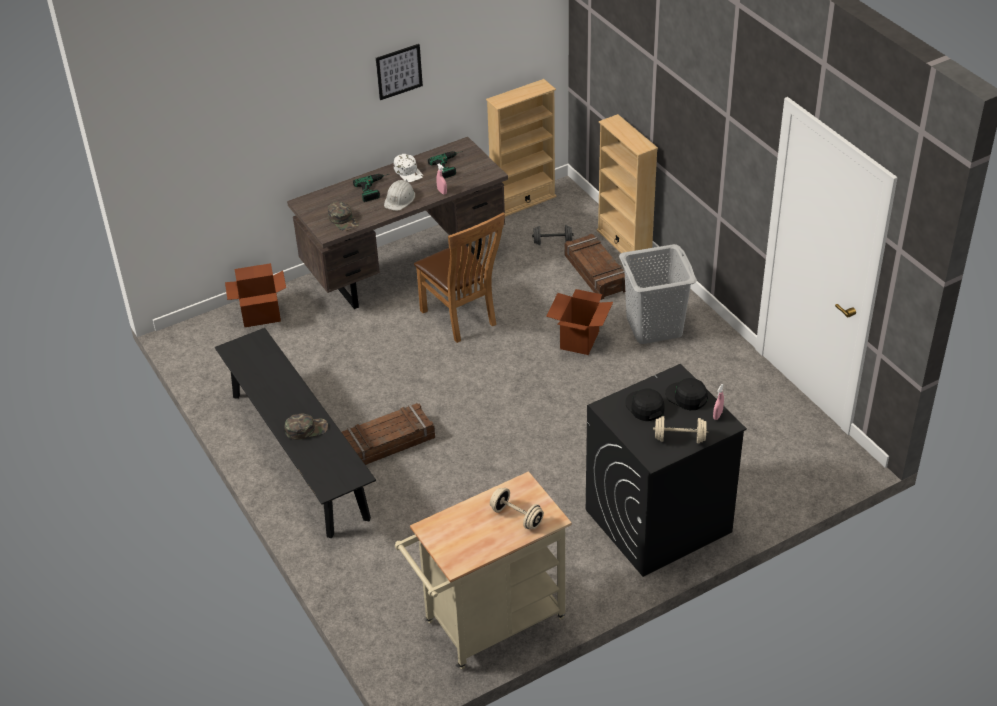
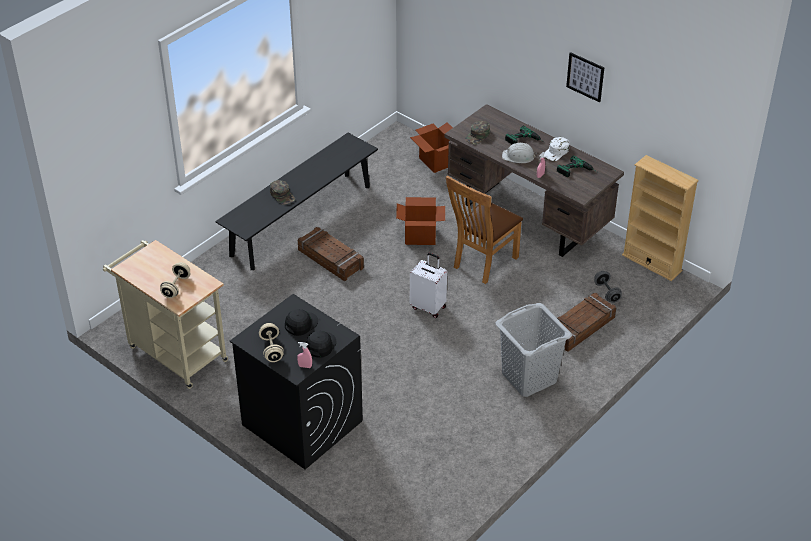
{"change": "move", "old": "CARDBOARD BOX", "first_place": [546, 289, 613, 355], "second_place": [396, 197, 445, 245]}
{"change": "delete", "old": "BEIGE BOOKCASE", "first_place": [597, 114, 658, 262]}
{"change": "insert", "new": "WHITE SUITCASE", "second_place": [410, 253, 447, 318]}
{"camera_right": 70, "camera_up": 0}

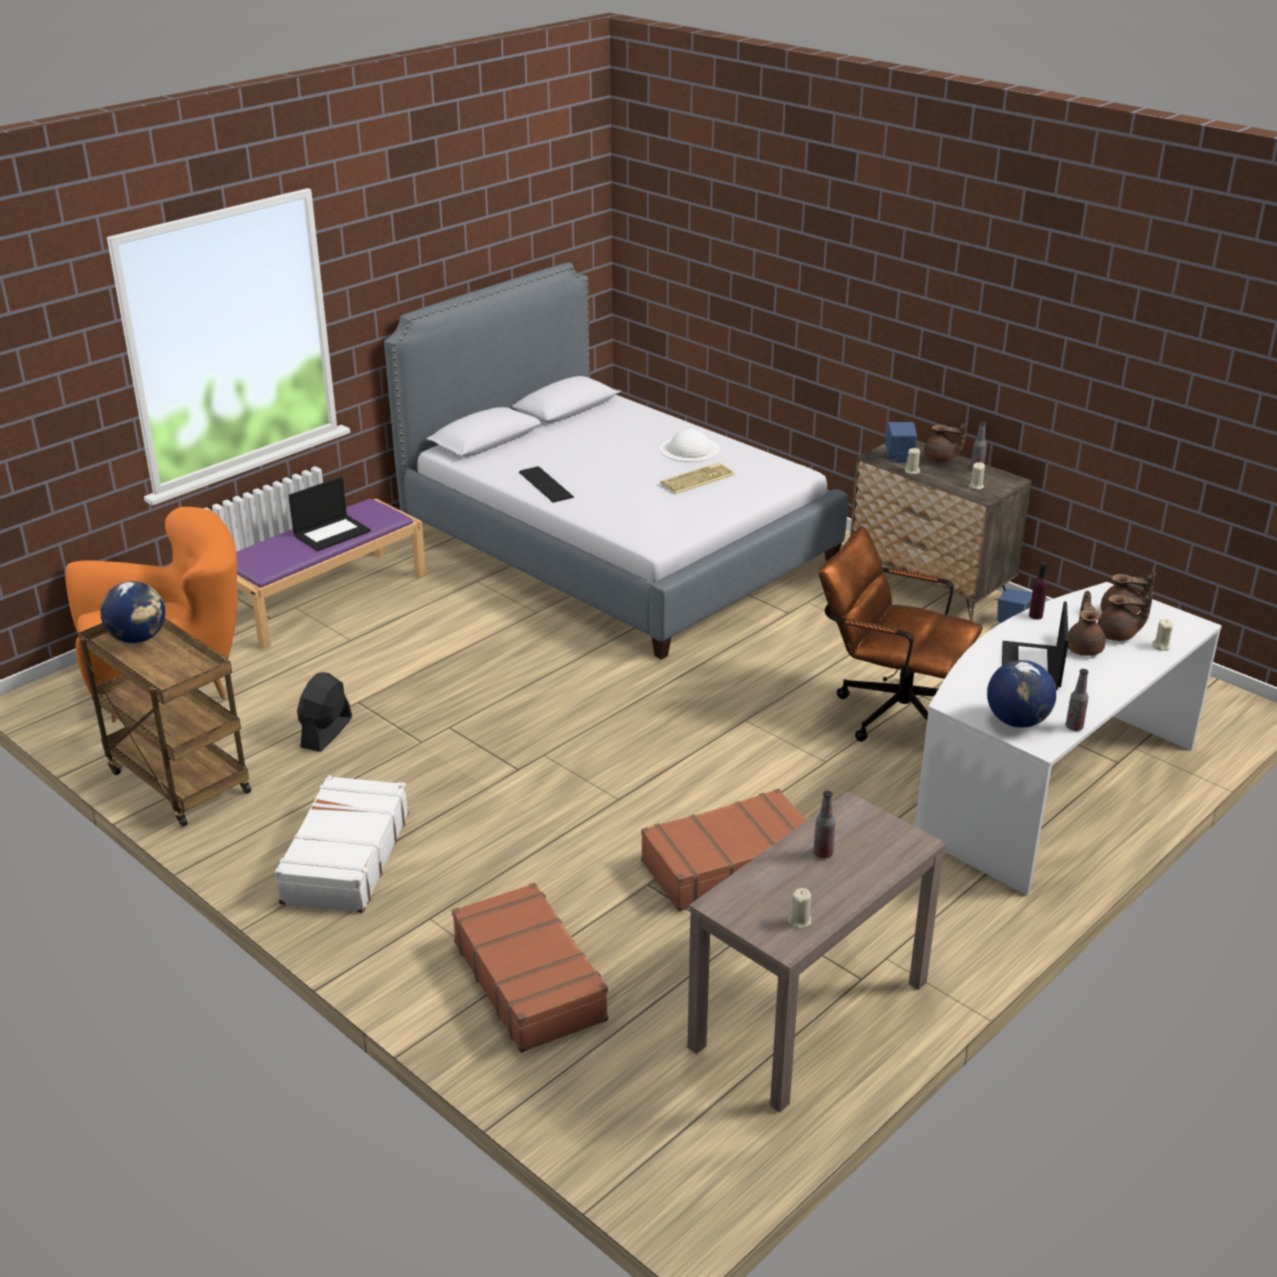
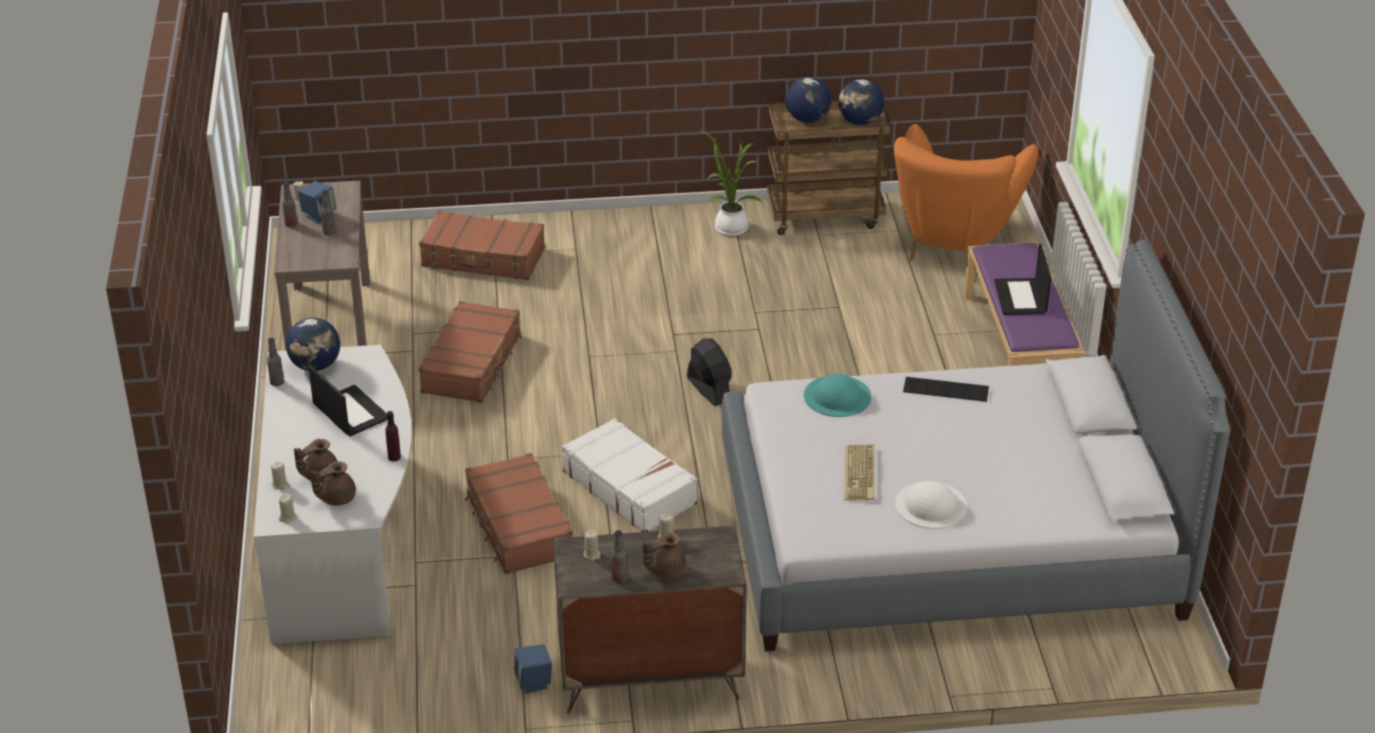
{"change": "move", "old": "WHITE SUITCASE", "first_place": [275, 775, 409, 913], "second_place": [562, 418, 697, 532]}
{"change": "move", "old": "BLACK FAN", "first_place": [297, 672, 352, 752], "second_place": [687, 338, 732, 406]}
{"change": "replace", "old": "BROWN OFFICE CHAIR", "new": "BROWN SUITCASE", "first_place": [819, 526, 983, 742], "second_place": [465, 453, 573, 574]}
{"change": "move", "old": "BLUE SPEAKER", "first_place": [885, 422, 917, 463], "second_place": [298, 181, 336, 223]}
{"change": "delete", "old": "BROWN TEAPOT", "first_place": [1068, 591, 1105, 656]}
{"change": "insert", "new": "BEIGE CANDLE", "second_place": [279, 494, 296, 523]}
{"change": "insert", "new": "BOTTLE", "second_place": [282, 182, 298, 227]}
{"change": "insert", "new": "POTTED PLANT", "second_place": [699, 130, 762, 236]}
{"change": "insert", "new": "GLOBE", "second_place": [786, 77, 832, 123]}
{"change": "insert", "new": "TURQUOISE HAT", "second_place": [804, 374, 872, 417]}
{"camera_right": 130, "camera_up": 5}

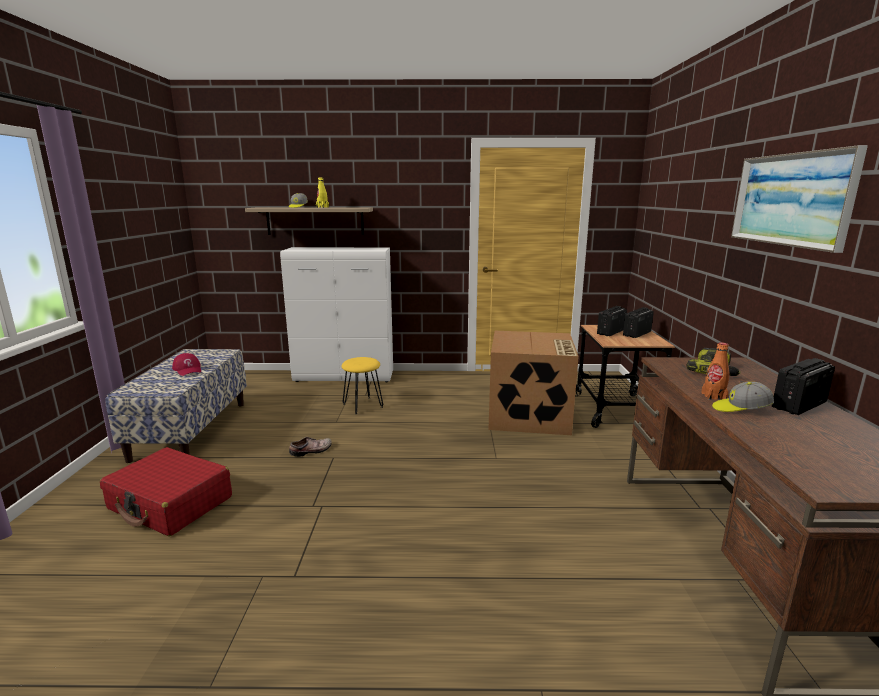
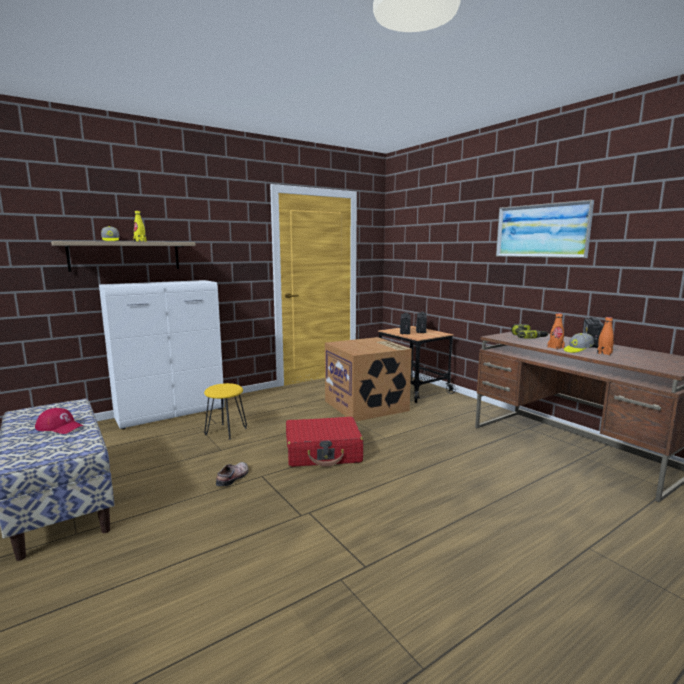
{"change": "move", "old": "RED SUITCASE", "first_place": [100, 447, 232, 536], "second_place": [286, 417, 363, 467]}
{"change": "insert", "new": "ORANGE BOTTLE", "second_place": [597, 317, 614, 355]}
{"camera_right": -35, "camera_up": -5}

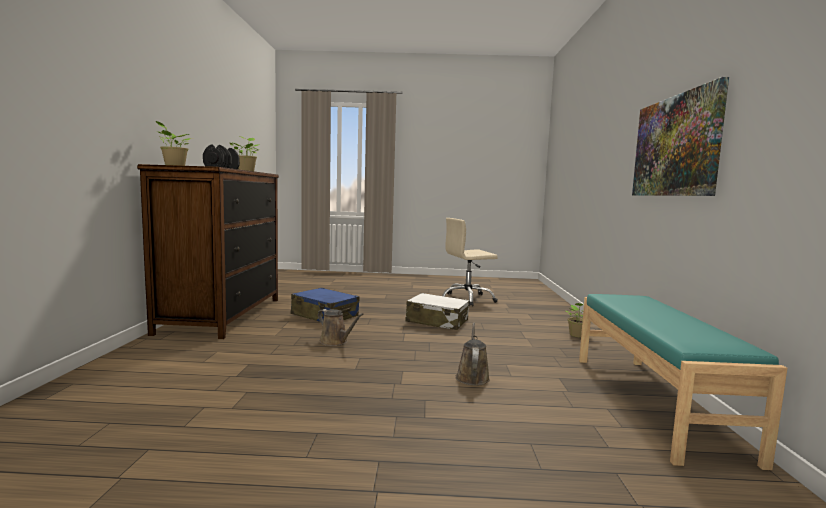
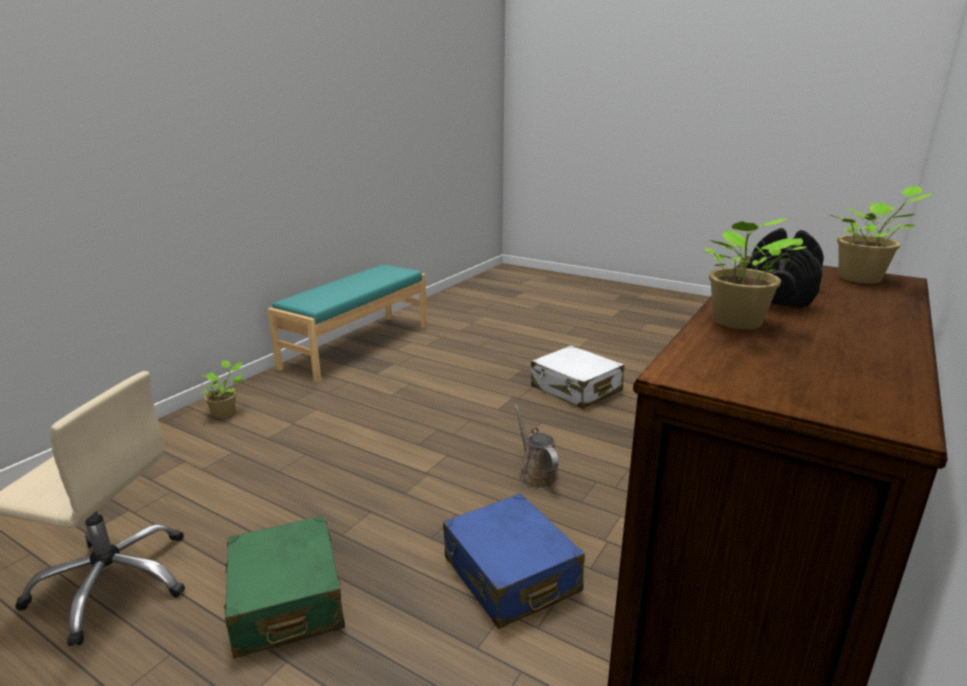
{"change": "move", "old": "WHITE SUITCASE", "first_place": [406, 293, 470, 330], "second_place": [531, 346, 624, 409]}
{"change": "delete", "old": "BROWN WATERING CAN", "first_place": [455, 322, 490, 386]}
{"change": "delete", "old": "PICTURE", "first_place": [632, 77, 729, 196]}
{"change": "insert", "new": "GREEN SUITCASE", "second_place": [224, 515, 345, 658]}
{"camera_right": -150, "camera_up": 15}

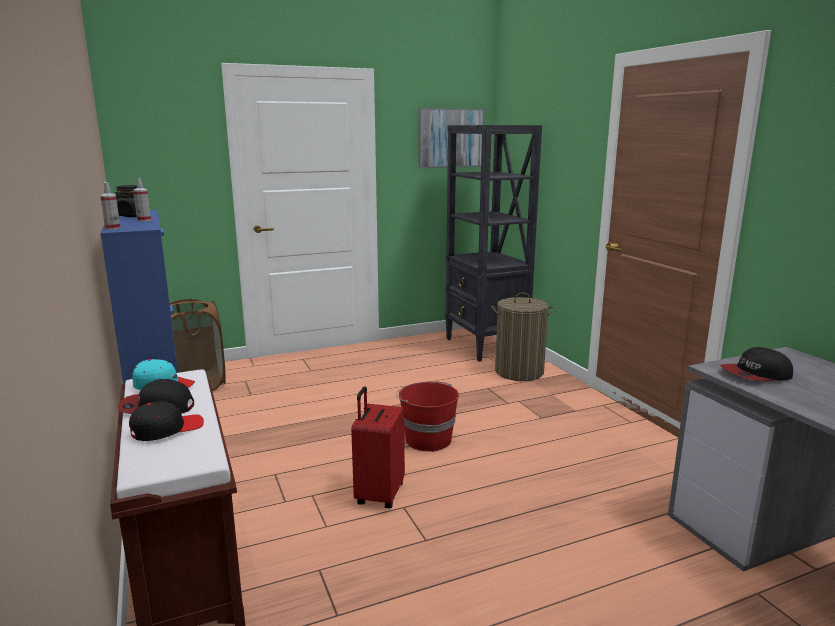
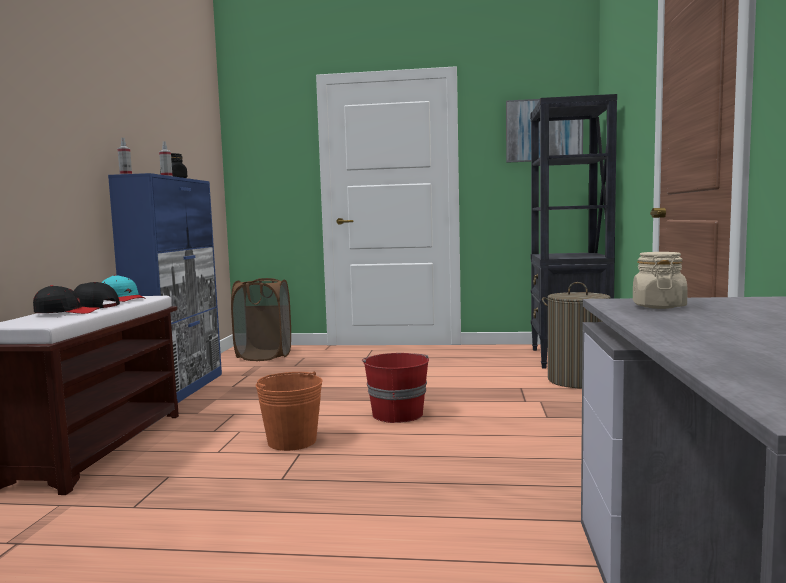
{"change": "replace", "old": "RED SUITCASE", "new": "ORANGE BUCKET", "first_place": [351, 387, 405, 508], "second_place": [255, 371, 323, 451]}
{"change": "replace", "old": "CAP", "new": "BEIGE JAR", "first_place": [720, 347, 793, 381], "second_place": [633, 252, 687, 309]}
{"camera_right": 30, "camera_up": -10}

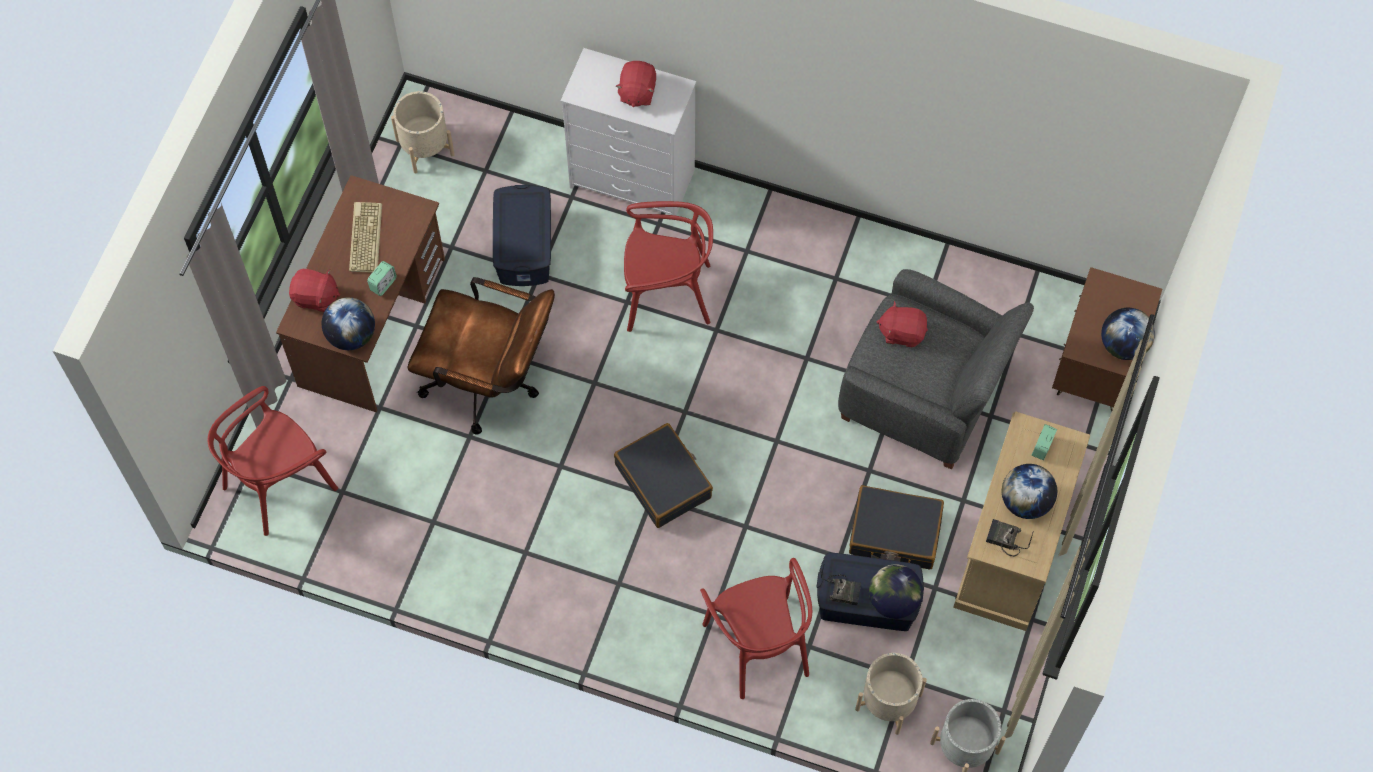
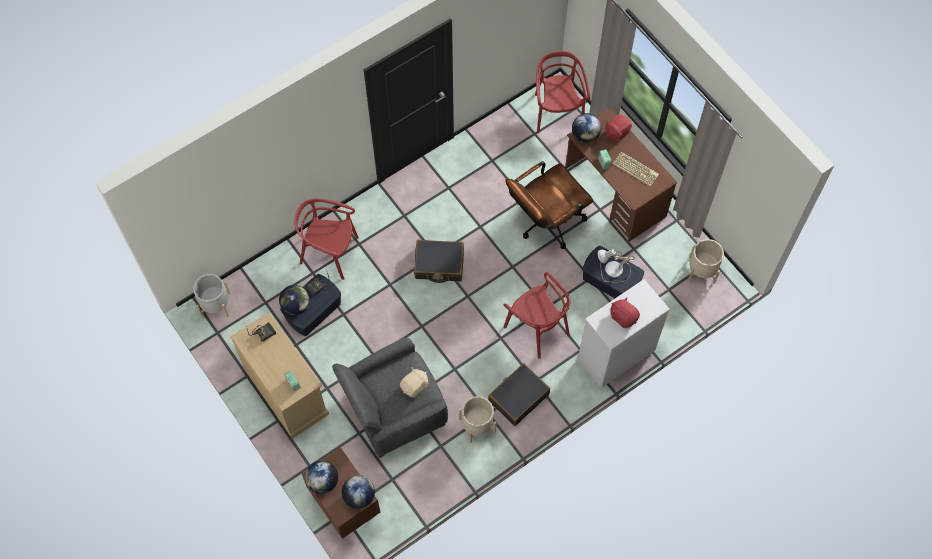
{"change": "rotate", "old": "RED CHAIR", "first_place": [624, 201, 713, 332], "second_place": [503, 272, 570, 359], "degrees": -75}
{"change": "move", "old": "BLACK SUITCASE", "first_place": [849, 485, 944, 569], "second_place": [488, 363, 550, 426]}
{"change": "move", "old": "BEIGE PLANTER", "first_place": [855, 653, 927, 735], "second_place": [459, 396, 497, 443]}
{"change": "recolor", "old": "RED PLUSH TOY", "new": "BEIGE PLUSH TOY", "first_place": [876, 301, 928, 347], "second_place": [400, 368, 428, 397]}
{"change": "move", "old": "GLOBE", "first_place": [1002, 464, 1057, 519], "second_place": [342, 475, 375, 509]}
{"change": "insert", "new": "TABLE LAMP", "second_place": [598, 249, 635, 283]}
{"camera_right": 125, "camera_up": 0}

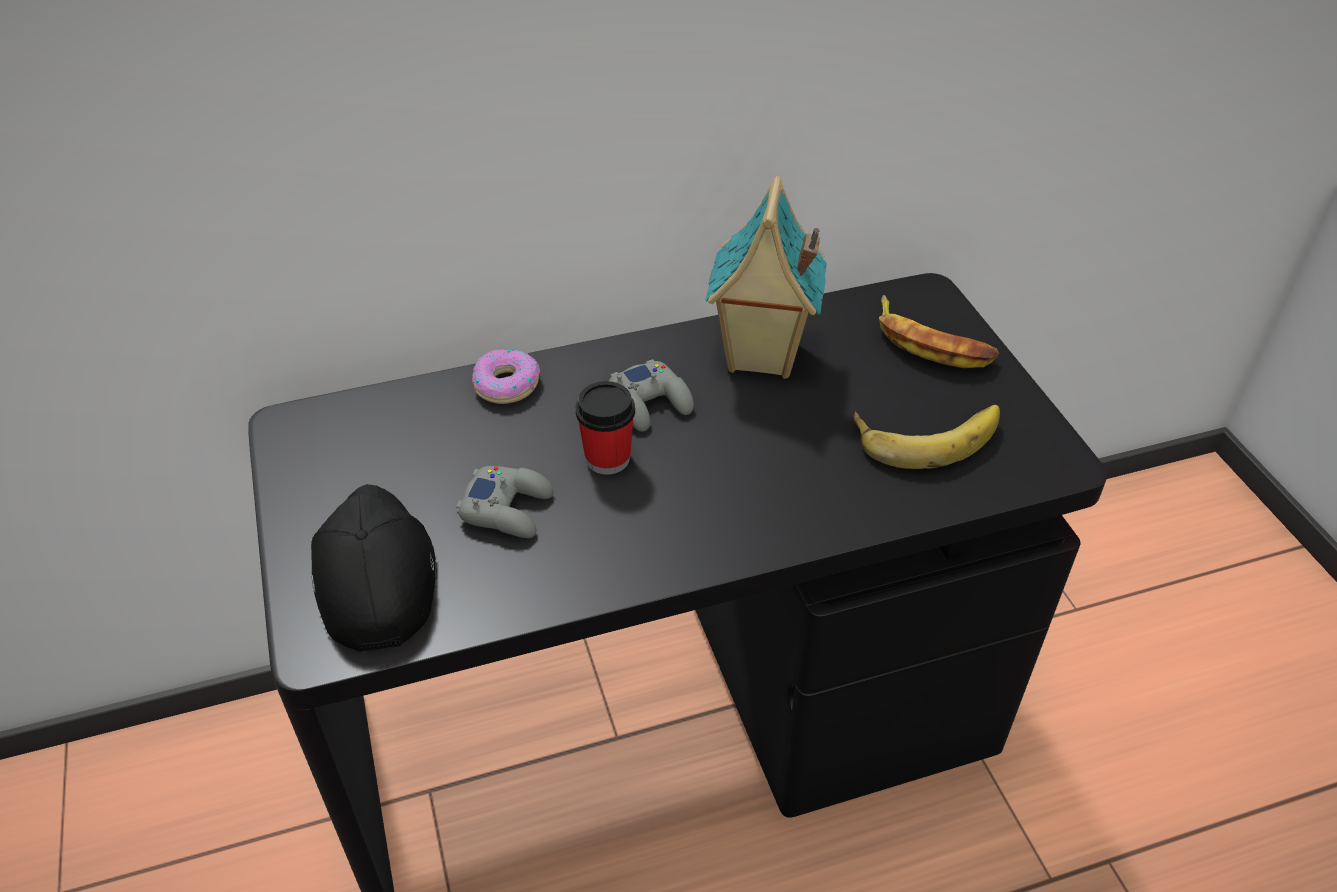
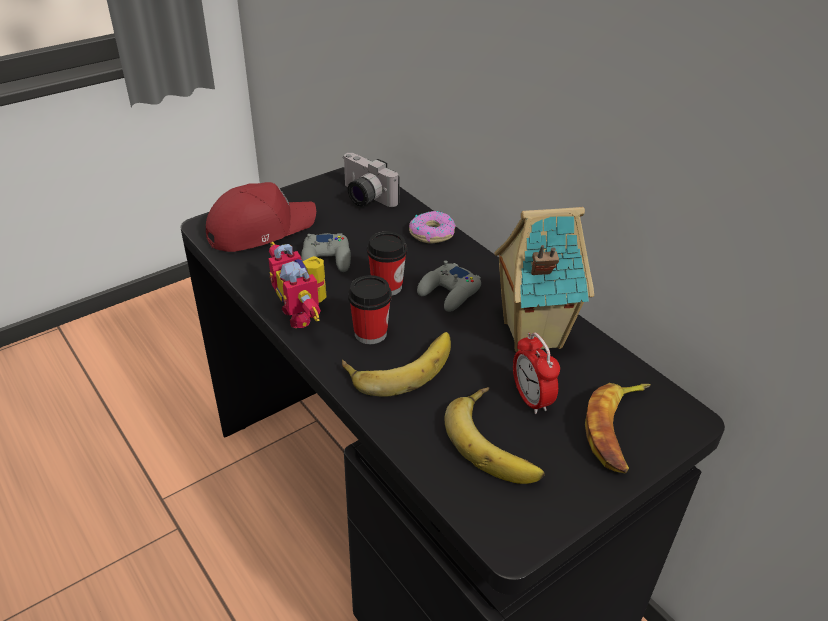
{"change": "recolor", "old": "BLACK CAP", "new": "RED CAP", "first_place": [311, 484, 436, 652], "second_place": [206, 182, 316, 252]}
{"change": "insert", "new": "TOY ROBOT", "second_place": [268, 242, 327, 328]}
{"change": "insert", "new": "BANANA", "second_place": [342, 332, 451, 397]}
{"change": "insert", "new": "PHOTO CAMERA", "second_place": [343, 153, 400, 207]}
{"change": "insert", "new": "CUP", "second_place": [348, 275, 392, 344]}
{"change": "insert", "new": "ALARM CLOCK", "second_place": [513, 333, 560, 414]}
{"camera_right": 70, "camera_up": -5}

